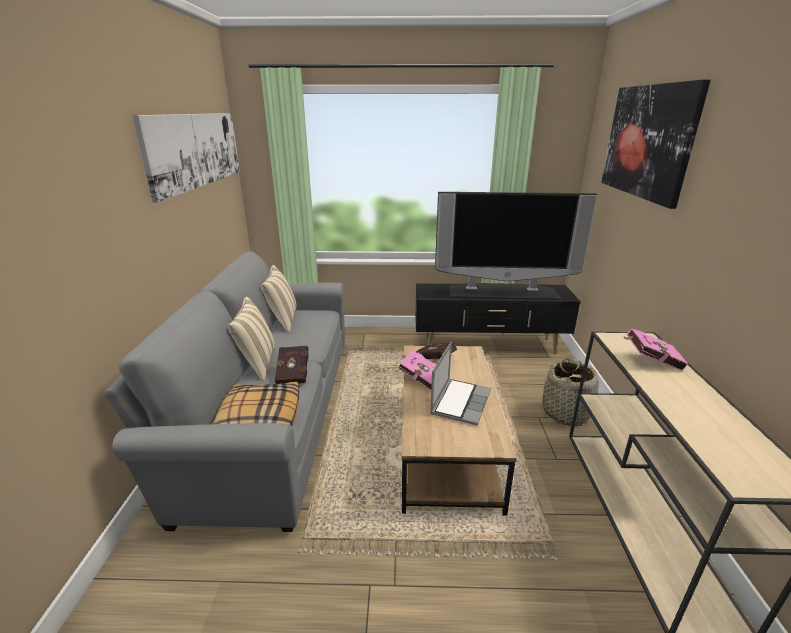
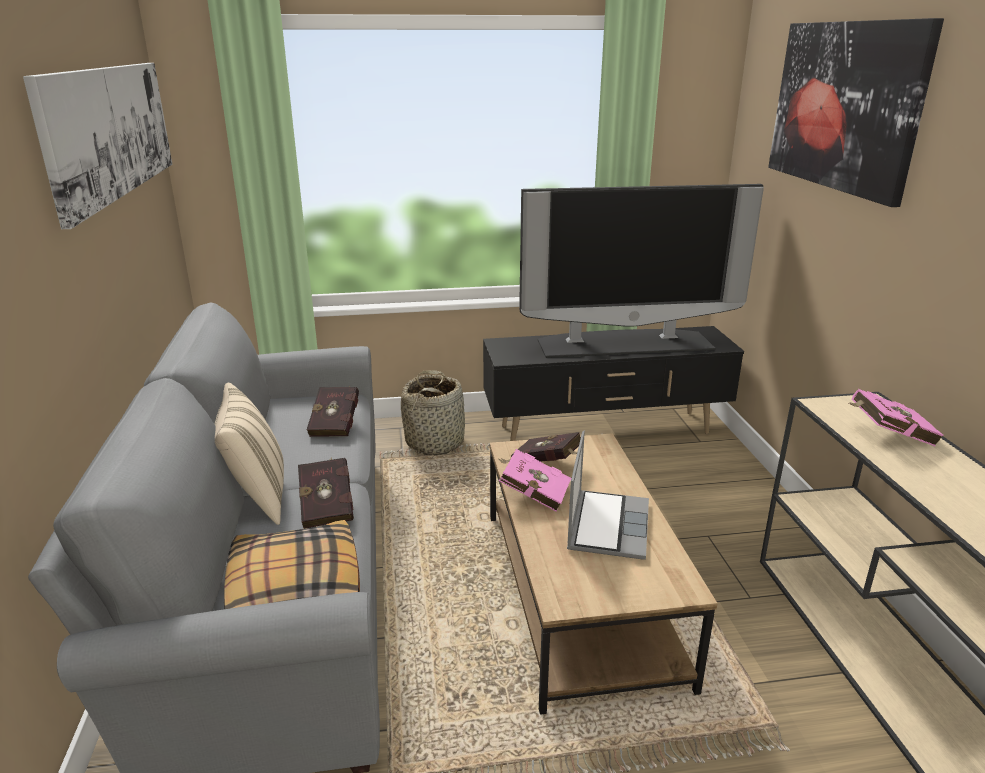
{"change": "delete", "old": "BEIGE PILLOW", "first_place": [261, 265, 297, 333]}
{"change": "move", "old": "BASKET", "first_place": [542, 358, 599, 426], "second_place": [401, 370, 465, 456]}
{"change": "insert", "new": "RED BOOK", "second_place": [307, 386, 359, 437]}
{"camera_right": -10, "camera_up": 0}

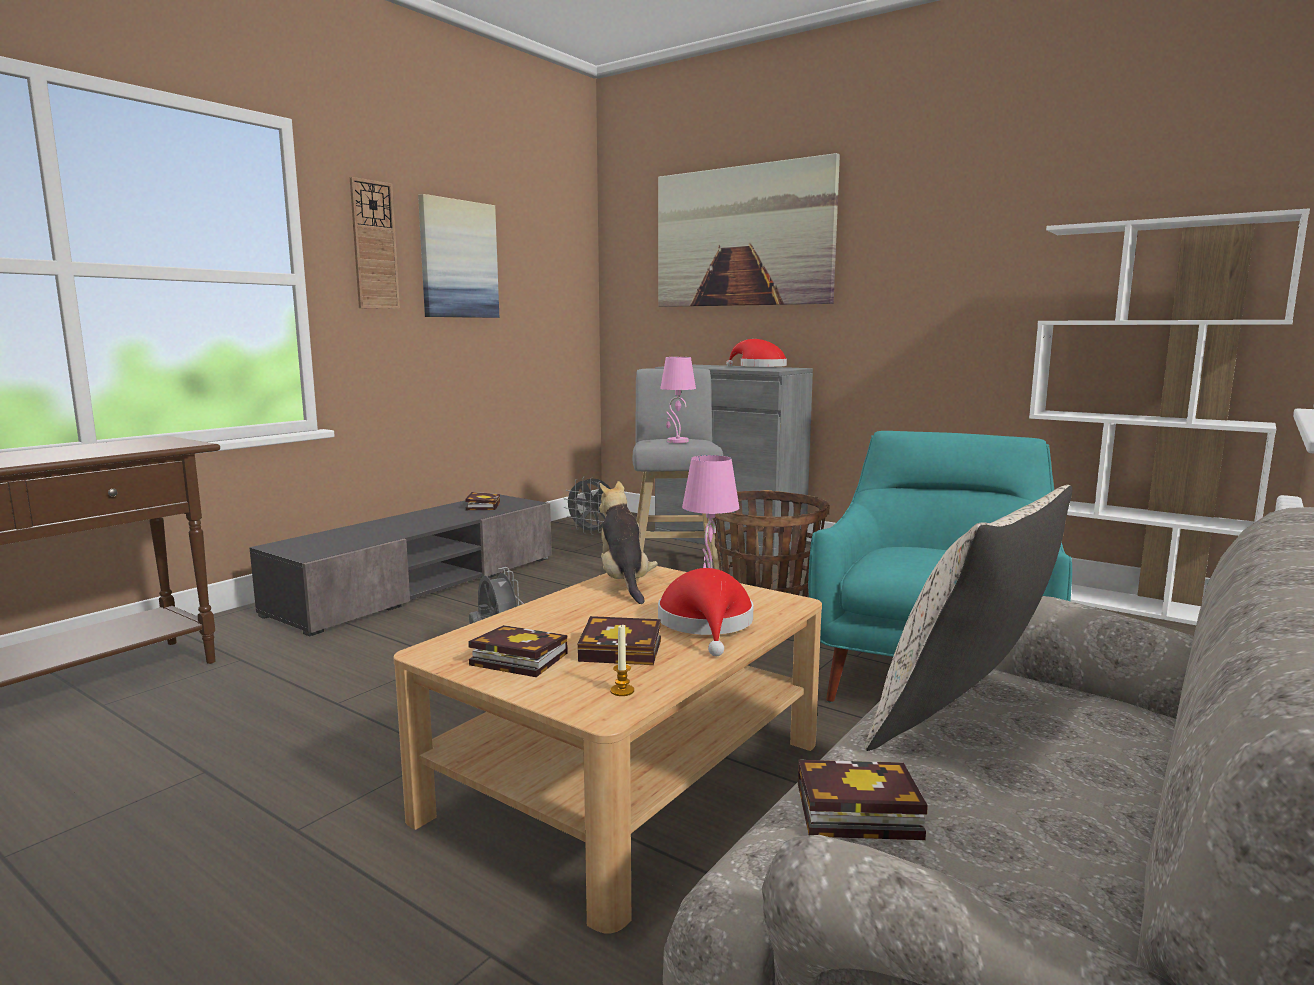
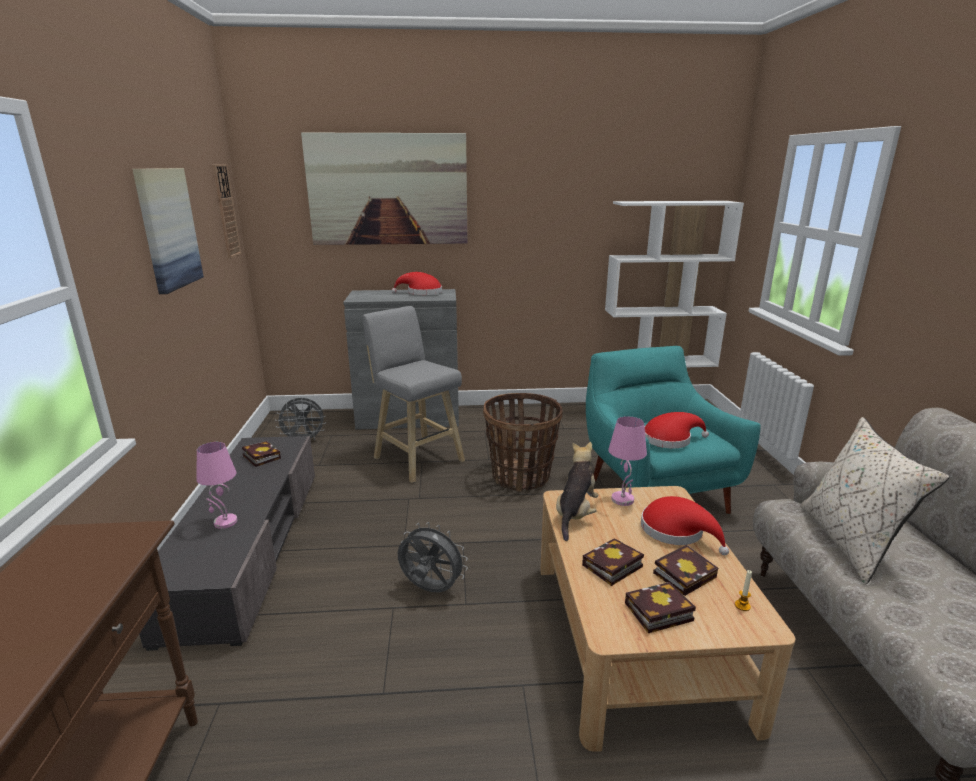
{"change": "move", "old": "WALL CLOCK", "first_place": [350, 177, 400, 309], "second_place": [212, 164, 241, 259]}
{"change": "rotate", "old": "PLUSH TOY", "first_place": [599, 481, 658, 604], "second_place": [556, 442, 598, 541], "degrees": 75}
{"change": "move", "old": "PINK TABLE LAMP", "first_place": [660, 357, 696, 443], "second_place": [196, 442, 237, 529]}
{"change": "move", "old": "BOOK", "first_place": [798, 760, 928, 840], "second_place": [582, 539, 644, 586]}
{"change": "insert", "new": "RED HAT", "second_place": [645, 412, 709, 449]}
{"camera_right": -40, "camera_up": 10}

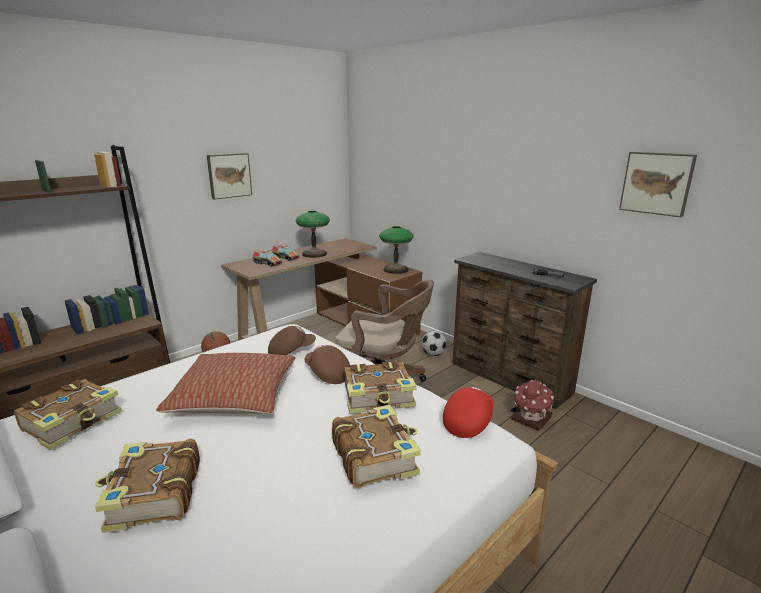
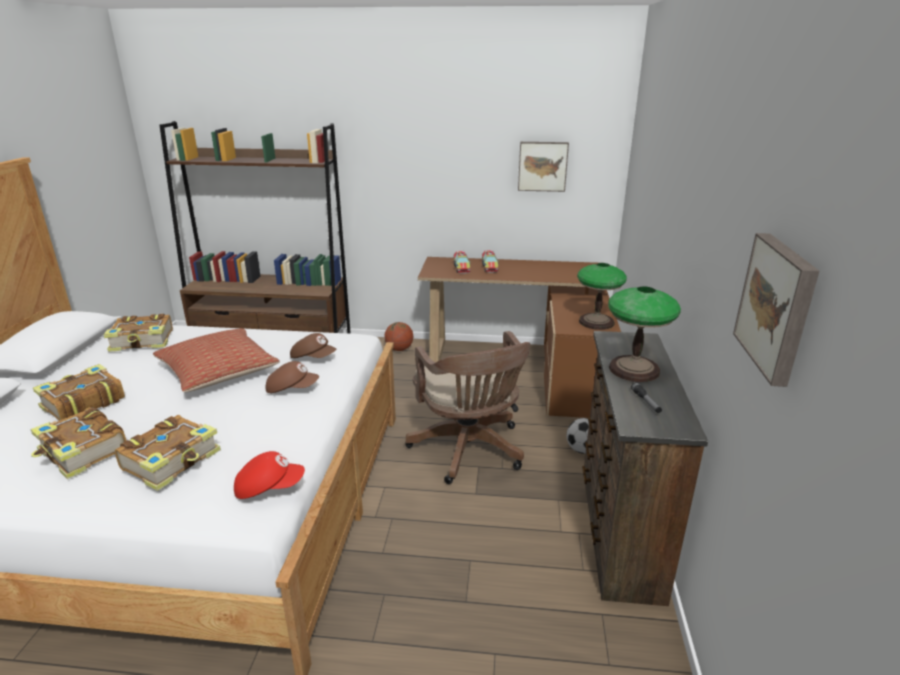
{"change": "move", "old": "PICTURE", "first_place": [207, 153, 252, 200], "second_place": [518, 142, 569, 192]}
{"change": "move", "old": "TABLE LAMP", "first_place": [296, 211, 330, 258], "second_place": [608, 286, 681, 382]}
{"change": "rotate", "old": "BROWN CAP", "first_place": [305, 345, 350, 384], "second_place": [266, 361, 319, 393], "degrees": 90}
{"change": "move", "old": "BOOK", "first_place": [344, 361, 417, 414], "second_place": [30, 407, 127, 479]}
{"change": "delete", "old": "TOY HOUSE", "first_place": [511, 380, 554, 431]}
{"camera_right": 50, "camera_up": 5}

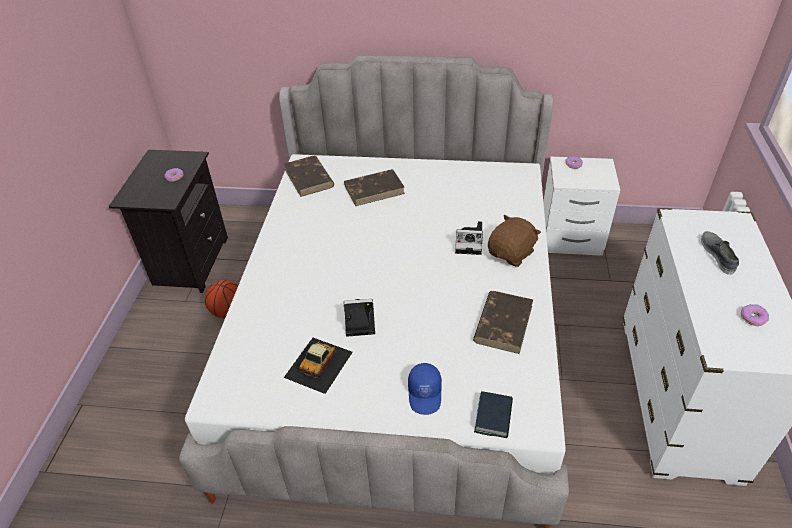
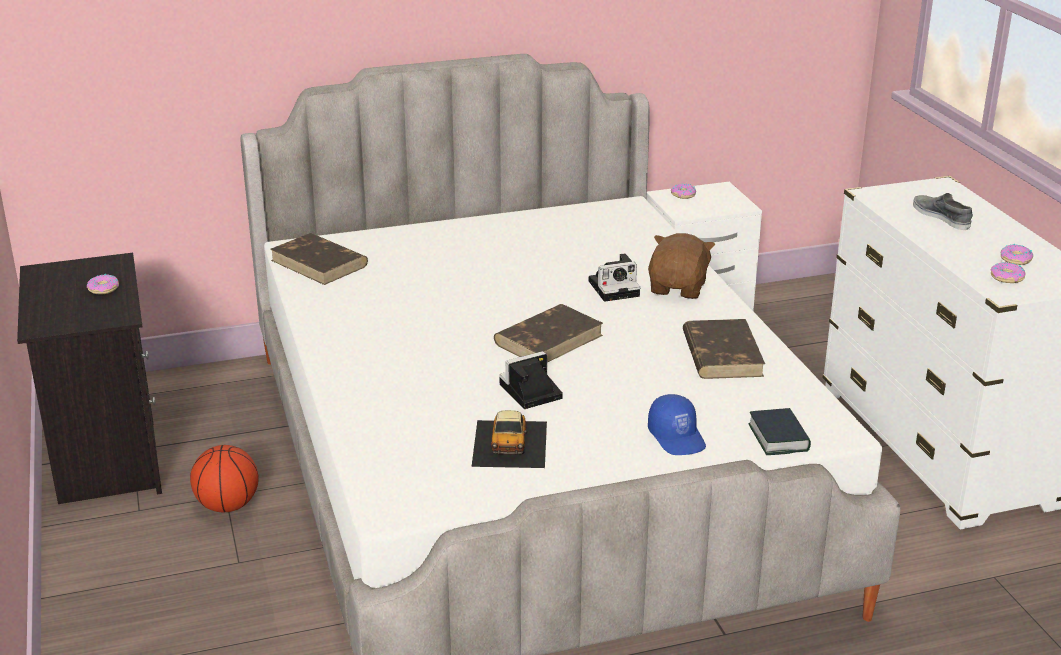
{"change": "move", "old": "BROWN BOOK", "first_place": [344, 169, 405, 206], "second_place": [494, 304, 603, 362]}
{"change": "insert", "new": "DONUT", "second_place": [991, 262, 1026, 283]}
{"camera_right": -25, "camera_up": -15}

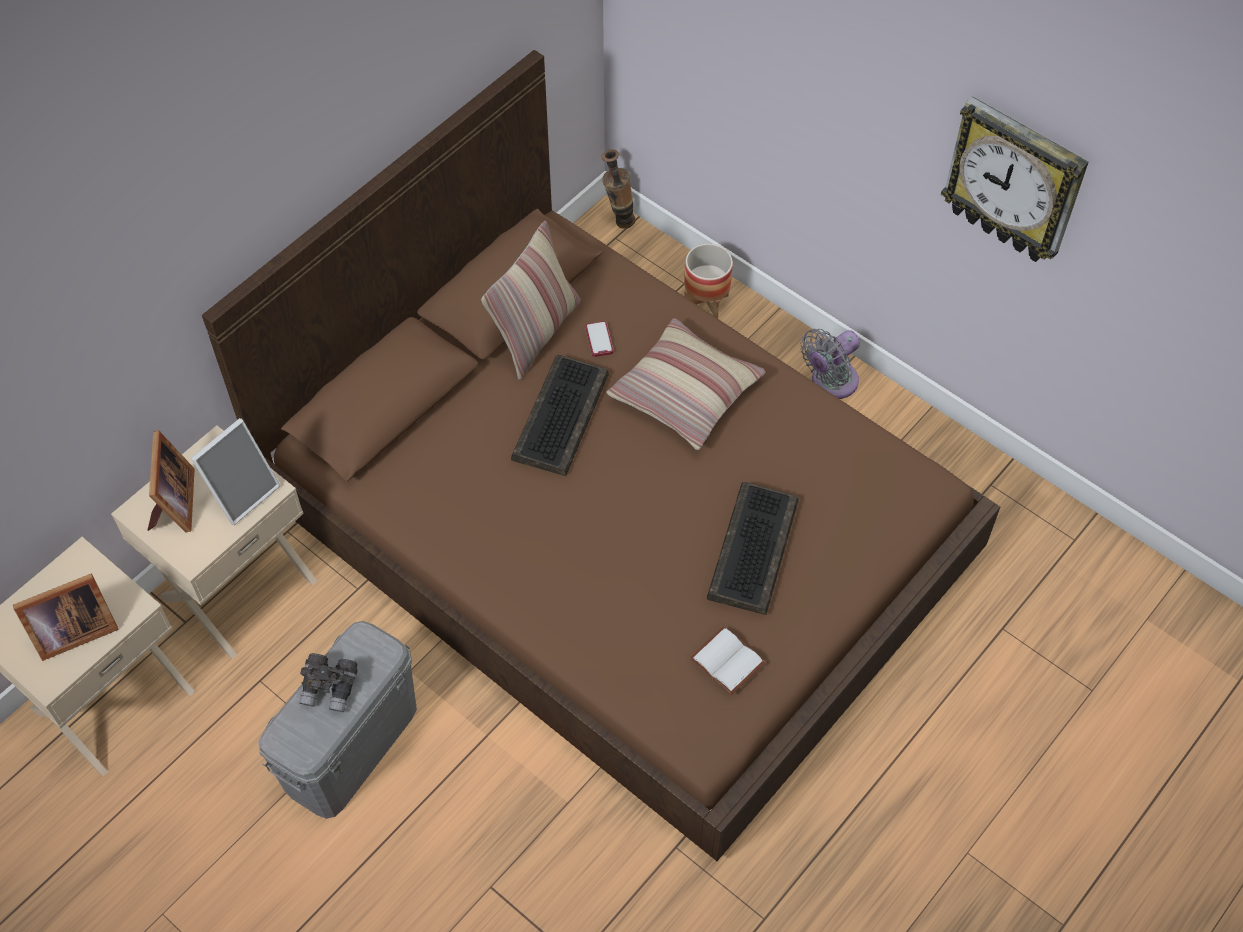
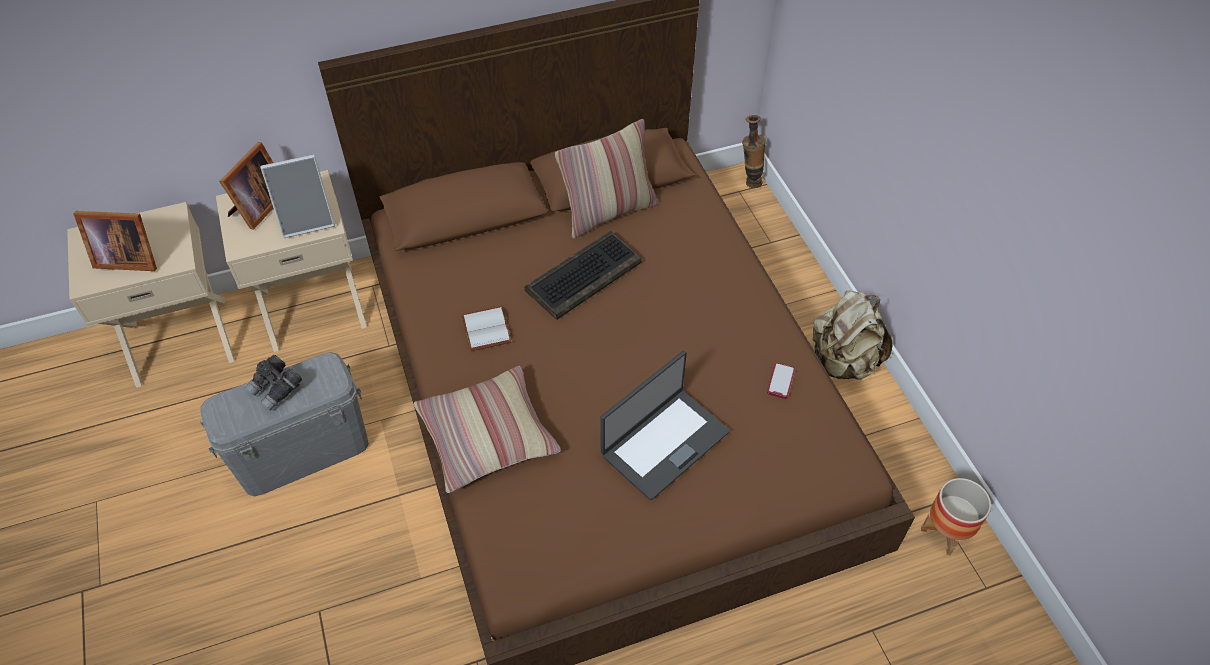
{"change": "move", "old": "PHONE", "first_place": [586, 321, 613, 357], "second_place": [767, 363, 795, 399]}
{"change": "move", "old": "PILLOW", "first_place": [606, 318, 765, 450], "second_place": [414, 366, 561, 493]}
{"change": "move", "old": "PLANTER", "first_place": [684, 243, 733, 319], "second_place": [921, 478, 991, 555]}
{"change": "move", "old": "WHITE BOOK", "first_place": [690, 626, 766, 695], "second_place": [462, 306, 512, 351]}
{"change": "replace", "old": "KEYBOARD", "new": "LAPTOP", "first_place": [707, 482, 799, 615], "second_place": [600, 351, 730, 500]}
{"change": "replace", "old": "GREY FAN", "new": "BEIGE BACKPACK", "first_place": [800, 329, 860, 399], "second_place": [813, 290, 893, 380]}
{"change": "delete", "old": "WALL CLOCK", "first_place": [941, 96, 1089, 262]}
{"camera_right": 30, "camera_up": -5}

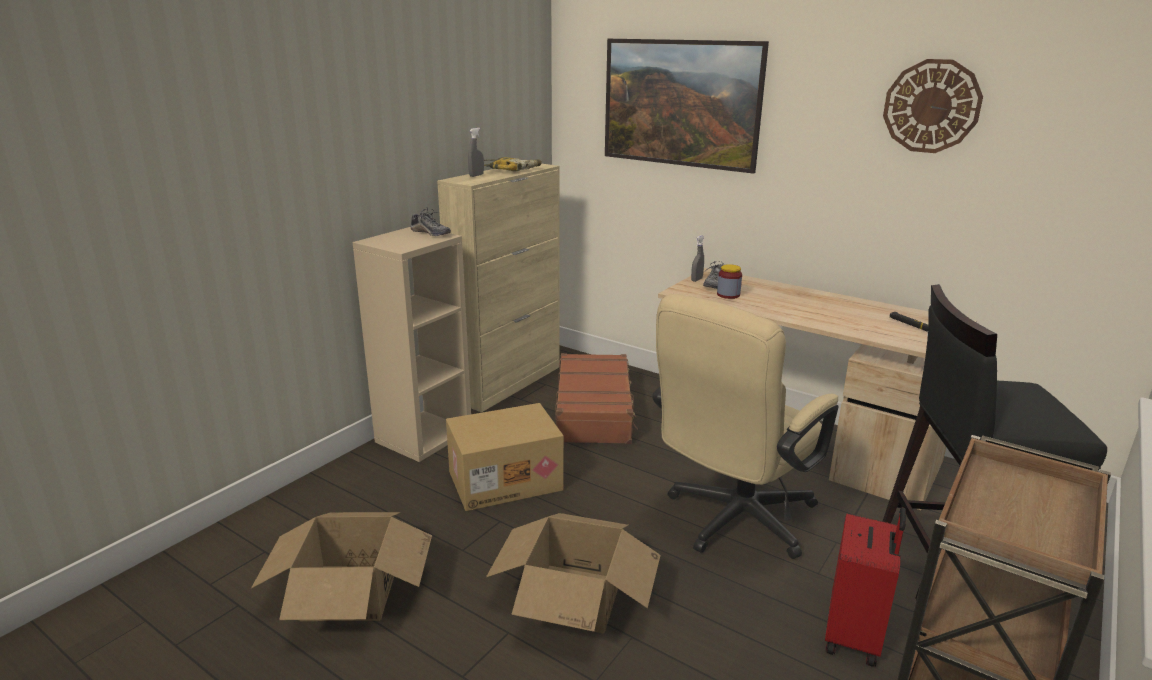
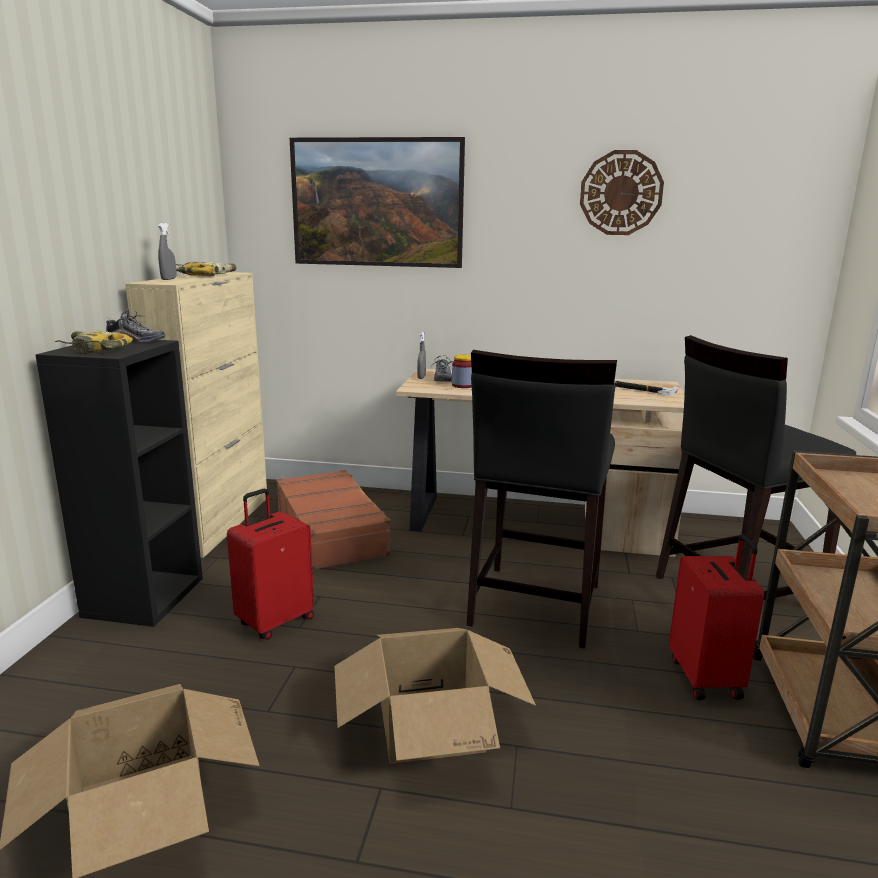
{"change": "recolor", "old": "BEIGE BOOKCASE", "new": "BLACK BOOKCASE", "first_place": [352, 227, 471, 462], "second_place": [36, 340, 203, 627]}
{"change": "replace", "old": "CARDBOARD BOX", "new": "RED SUITCASE", "first_place": [446, 403, 564, 511], "second_place": [227, 489, 314, 640]}
{"change": "replace", "old": "BEIGE OFFICE CHAIR", "new": "BLACK STOOL", "first_place": [652, 294, 838, 559], "second_place": [466, 350, 617, 649]}
{"change": "insert", "new": "POWER DRILL", "second_place": [55, 331, 133, 354]}
{"camera_right": -25, "camera_up": -5}

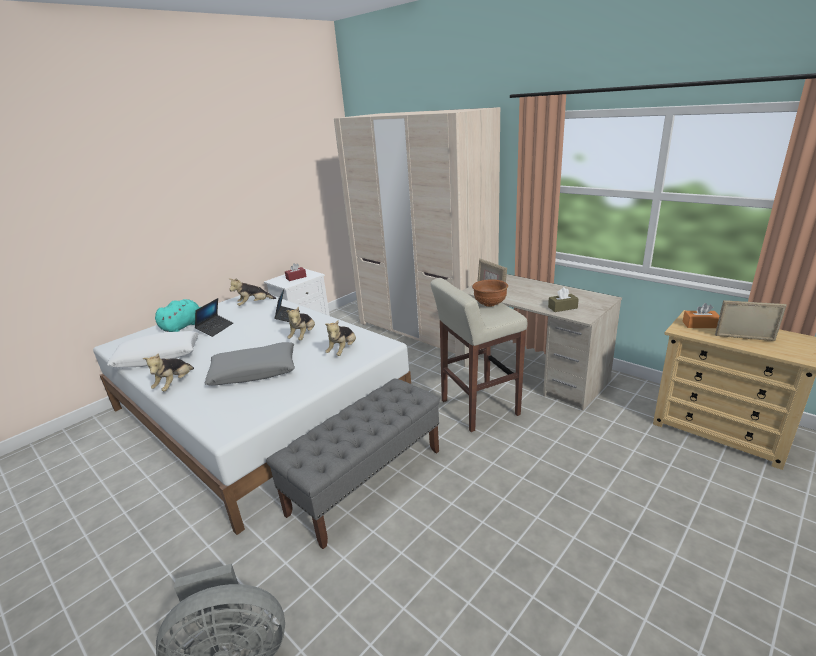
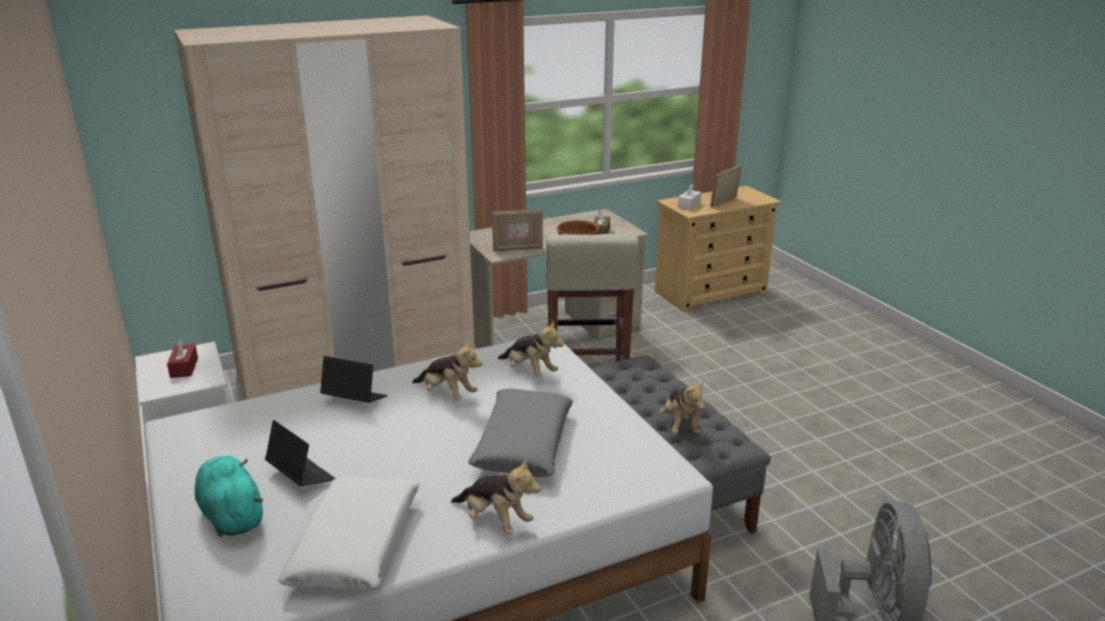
{"change": "move", "old": "PLUSH TOY", "first_place": [229, 278, 276, 306], "second_place": [659, 381, 705, 434]}
{"change": "recolor", "old": "ORANGE TISSUE BOX", "new": "WHITE TISSUE BOX", "first_place": [682, 303, 720, 328], "second_place": [678, 184, 701, 210]}
{"camera_right": -70, "camera_up": 0}

